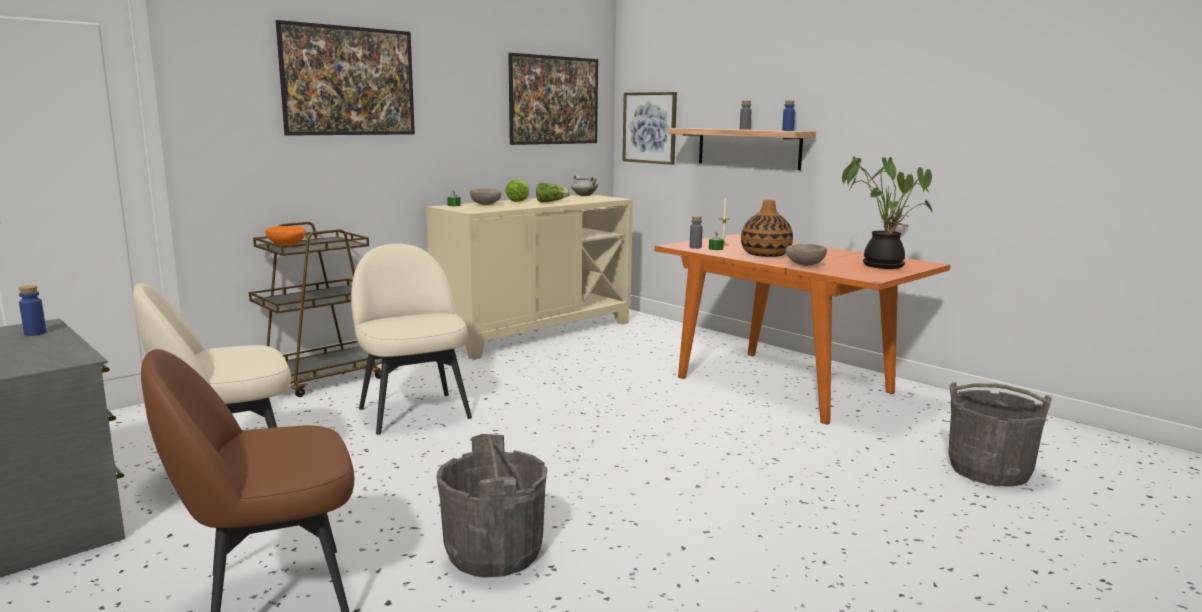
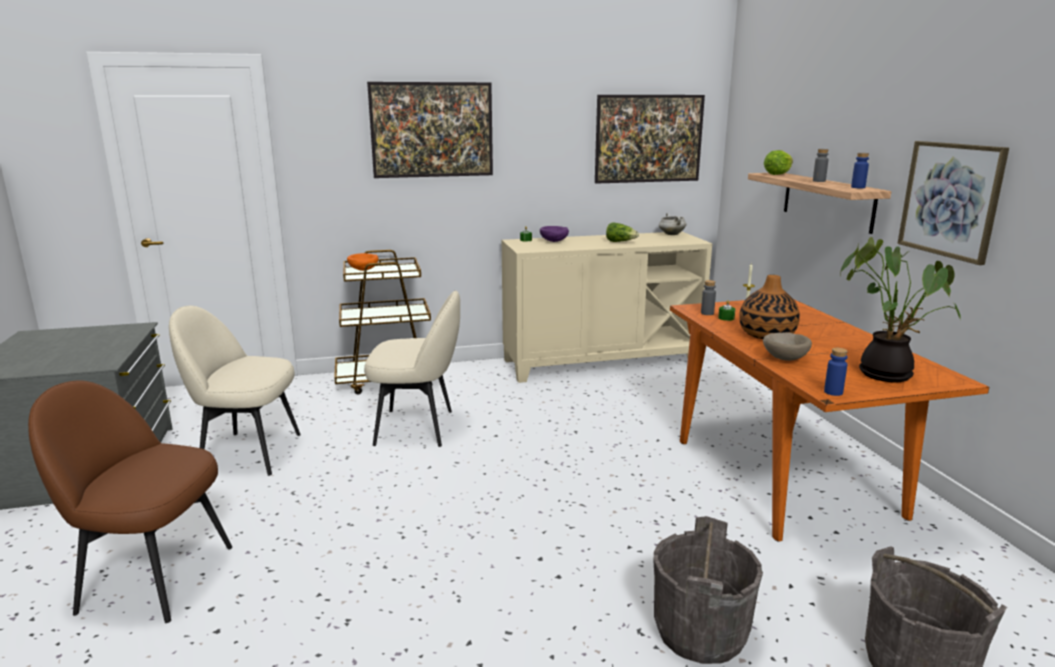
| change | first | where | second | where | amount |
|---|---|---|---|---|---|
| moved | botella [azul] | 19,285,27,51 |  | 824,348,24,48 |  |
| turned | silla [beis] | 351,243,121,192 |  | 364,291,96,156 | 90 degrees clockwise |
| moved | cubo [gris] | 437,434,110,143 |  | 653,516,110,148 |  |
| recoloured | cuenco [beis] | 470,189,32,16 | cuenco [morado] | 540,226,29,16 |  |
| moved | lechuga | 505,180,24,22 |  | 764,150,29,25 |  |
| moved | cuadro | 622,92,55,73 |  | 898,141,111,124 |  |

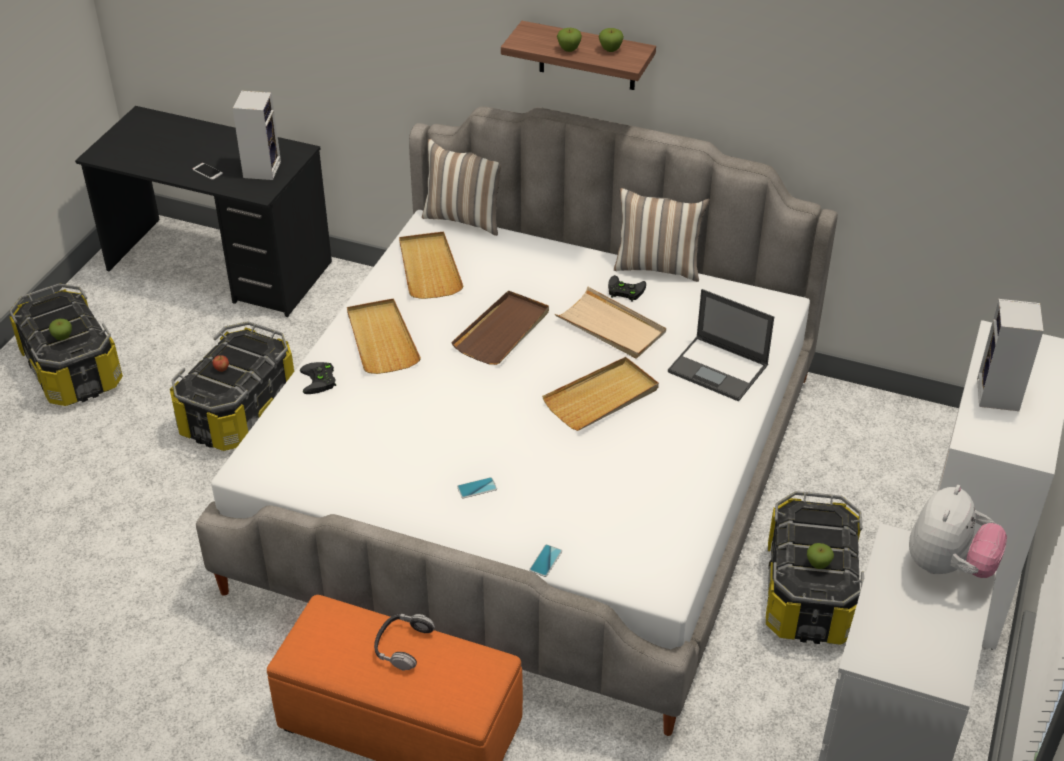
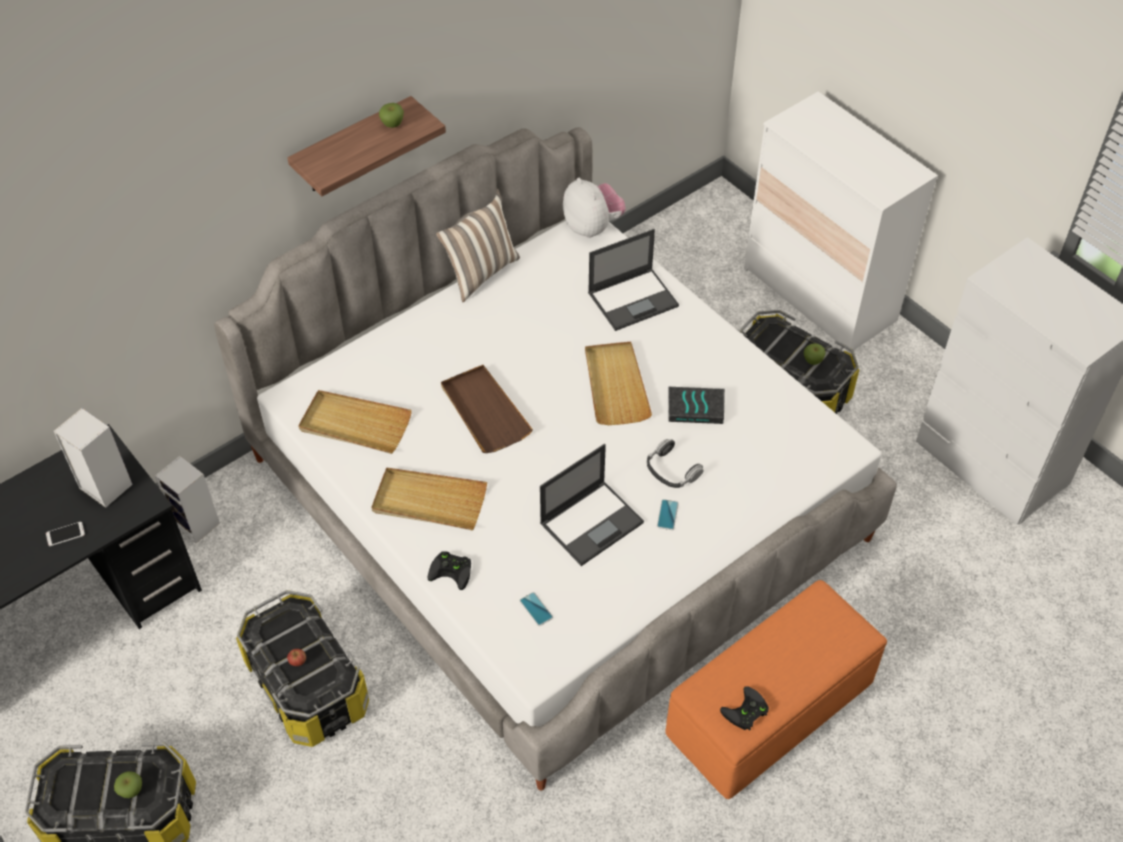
| change | first | where | second | where | amount |
|---|---|---|---|---|---|
| moved | auriculares | 374,614,61,57 |  | 647,439,57,49 |  |
| removed | cojín | 422,139,79,97 |  |  |  |
| moved | móvil | 529,544,33,33 |  | 519,592,34,34 |  |
| removed | bandeja [beis] | 555,287,111,71 |  |  |  |
| removed | manzana | 557,28,25,24 |  |  |  |
| moved | mando de consola [negro] | 608,275,38,27 |  | 720,686,49,45 |  |
| moved | peluche | 909,485,98,93 |  | 563,178,63,60 |  |
| moved | altavoz | 977,299,66,112 |  | 155,456,65,87 |  |
| added |  |  | portátil | 540,444,104,122 |  |
| added |  |  | libro | 668,387,57,37 |  |

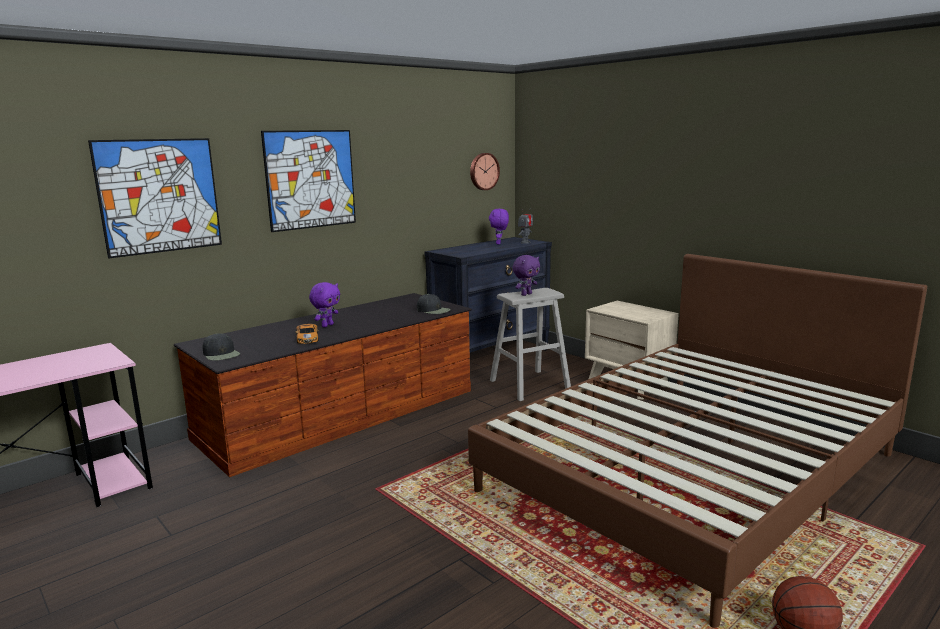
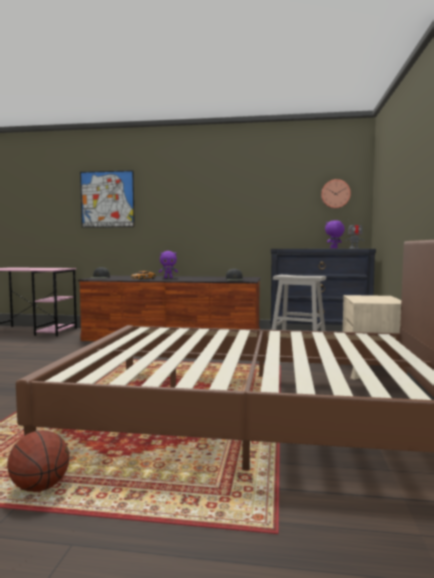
| change | first | where | second | where | amount |
|---|---|---|---|---|---|
| removed | cuadro | 261,130,95,102 |  |  |  |
| removed | peluche [morado] | 513,255,27,41 |  |  |  |

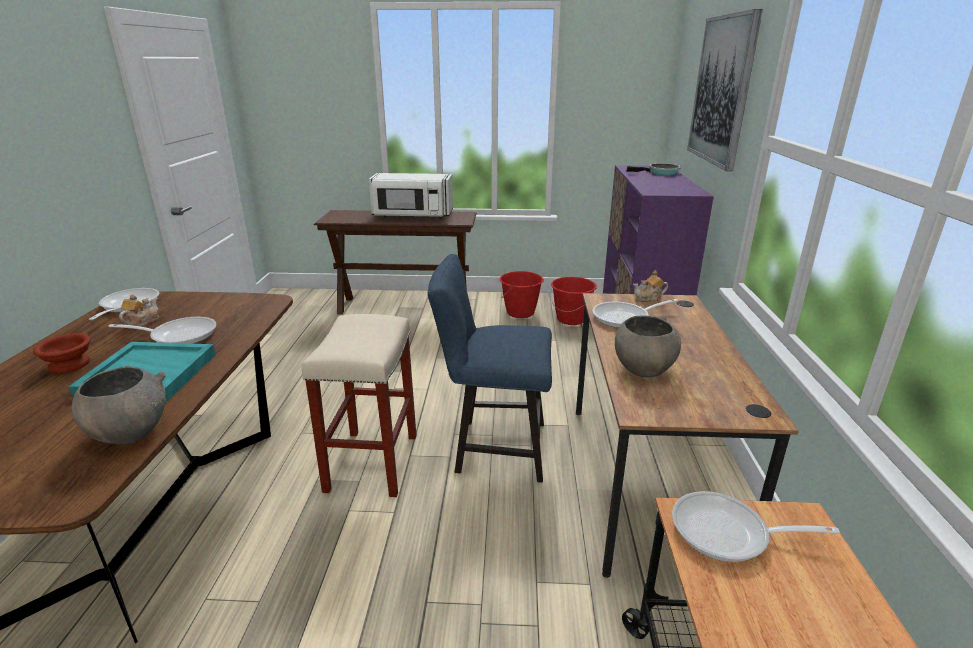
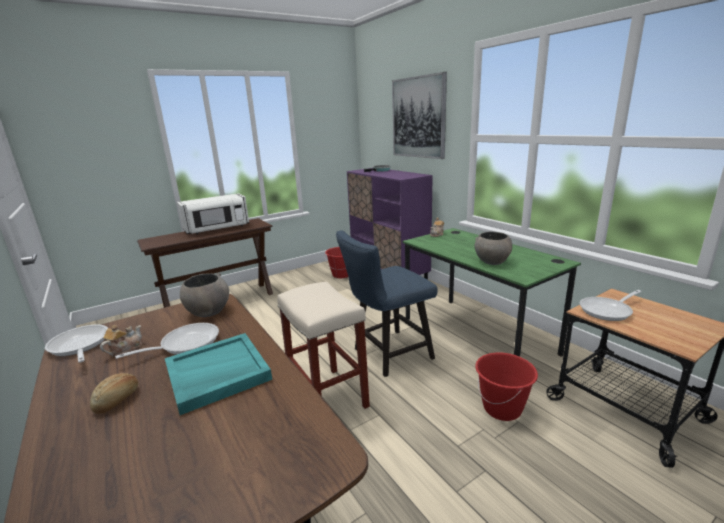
| change | first | where | second | where | amount |
|---|---|---|---|---|---|
| replaced | cuenco [marrón] | 33,333,58,41 | pan | 90,373,48,41 |  |
| moved | cuenco [gris] | 72,366,94,78 |  | 180,273,49,44 |  |
| turned | tetera | 119,295,40,32 |  | 100,325,42,32 | 45 degrees clockwise |
| moved | cubo [rojo] | 499,271,45,47 |  | 475,352,63,69 |  |
| recoloured | escritorio [marrón] | 576,293,223,285 | escritorio [verde] | 402,228,179,129 |  |
| removed | sartén | 592,299,86,29 |  |  |  |

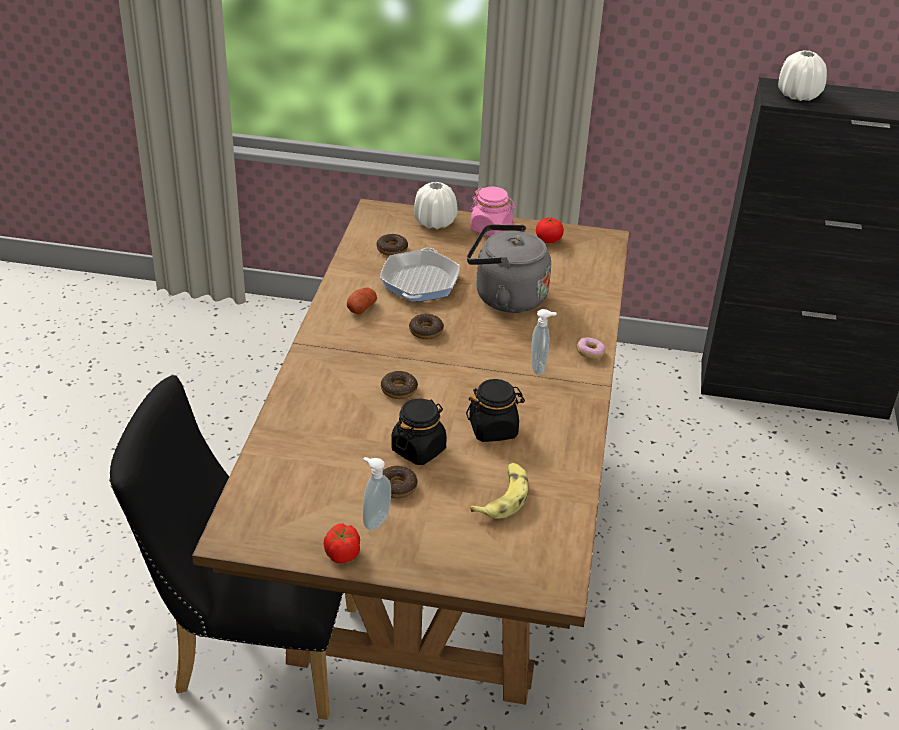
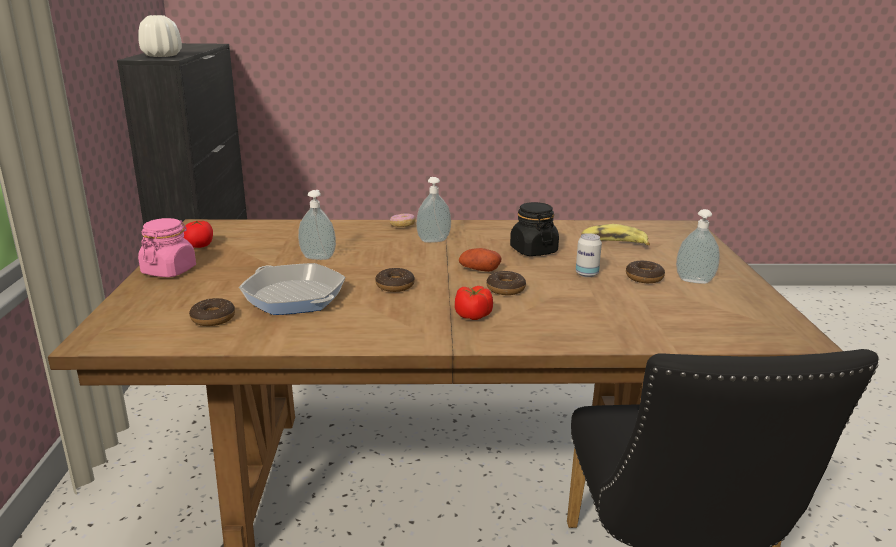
| change | first | where | second | where | amount |
|---|---|---|---|---|---|
| moved | tomate | 324,523,36,41 |  | 455,286,38,34 |  |
| moved | patata | 347,287,30,27 |  | 459,248,42,24 |  |
| turned | sartén | 380,248,80,54 |  | 239,263,107,52 | 135 degrees counterclockwise |
| replaced | tarro [negro] | 391,399,56,66 | lata | 576,233,26,44 |  |
| removed | florero [blanco] | 414,182,44,47 |  |  |  |
| replaced | hervidor [gris] | 467,224,84,89 | dispensador de jabón | 298,190,38,70 |  |

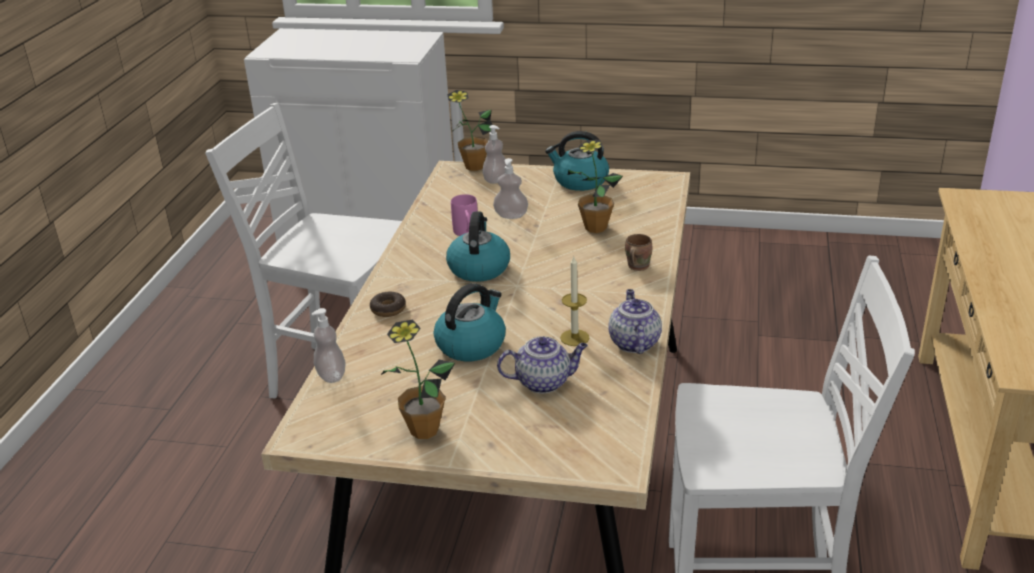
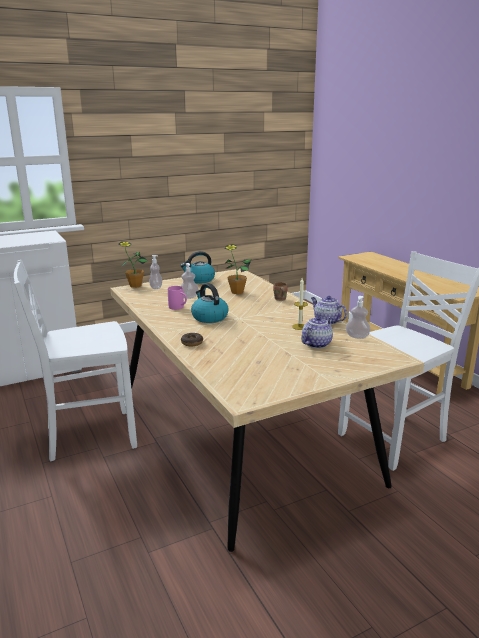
| change | first | where | second | where | amount |
|---|---|---|---|---|---|
| moved | dispensador de jabón | 312,308,33,75 |  | 346,296,25,43 |  |
| removed | planta en maceta | 381,319,74,120 |  |  |  |
| removed | hervidor | 434,283,72,78 |  |  |  |

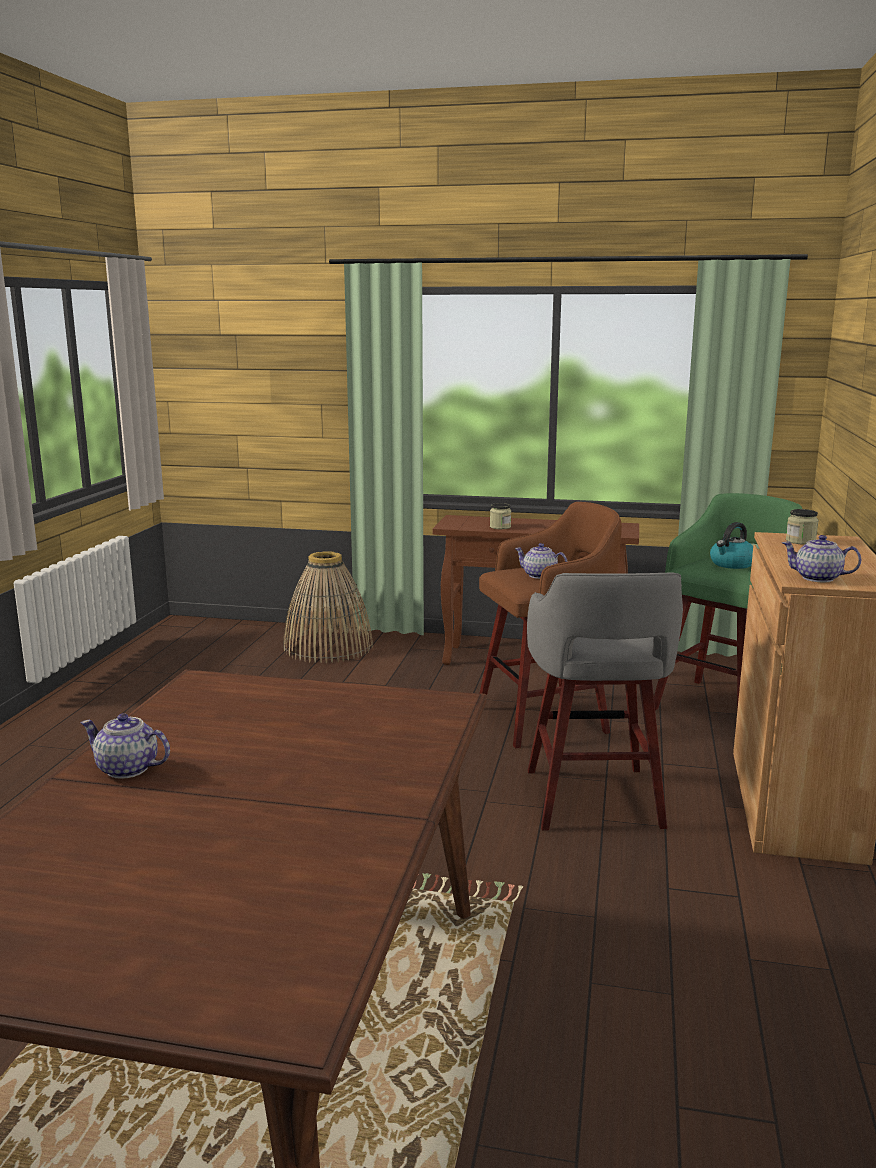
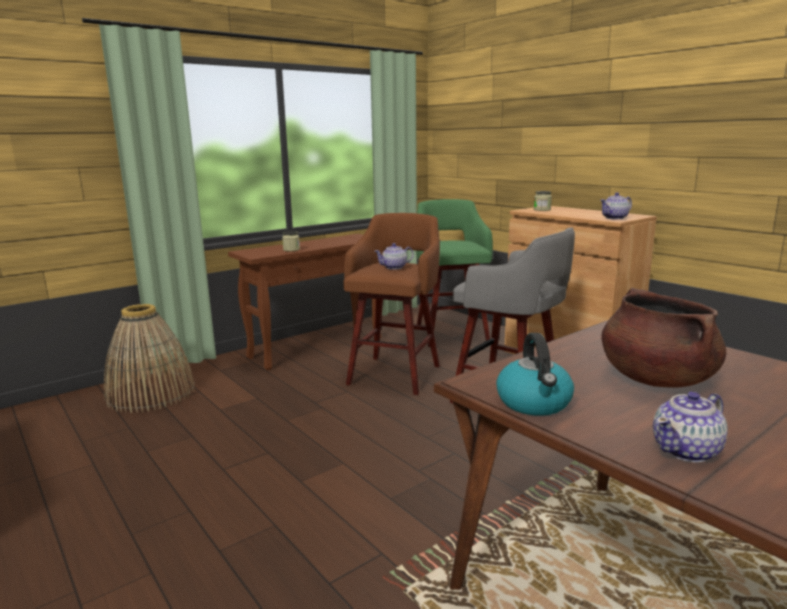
| change | first | where | second | where | amount |
|---|---|---|---|---|---|
| moved | hervidor | 710,522,43,47 |  | 496,333,78,83 |  |
| added |  |  | olla [marrón] | 601,288,125,100 |  |

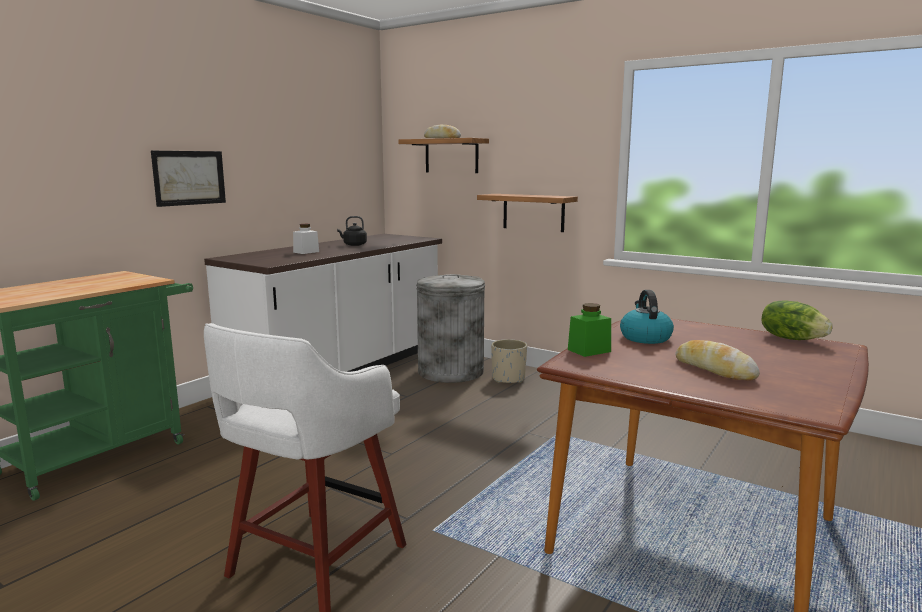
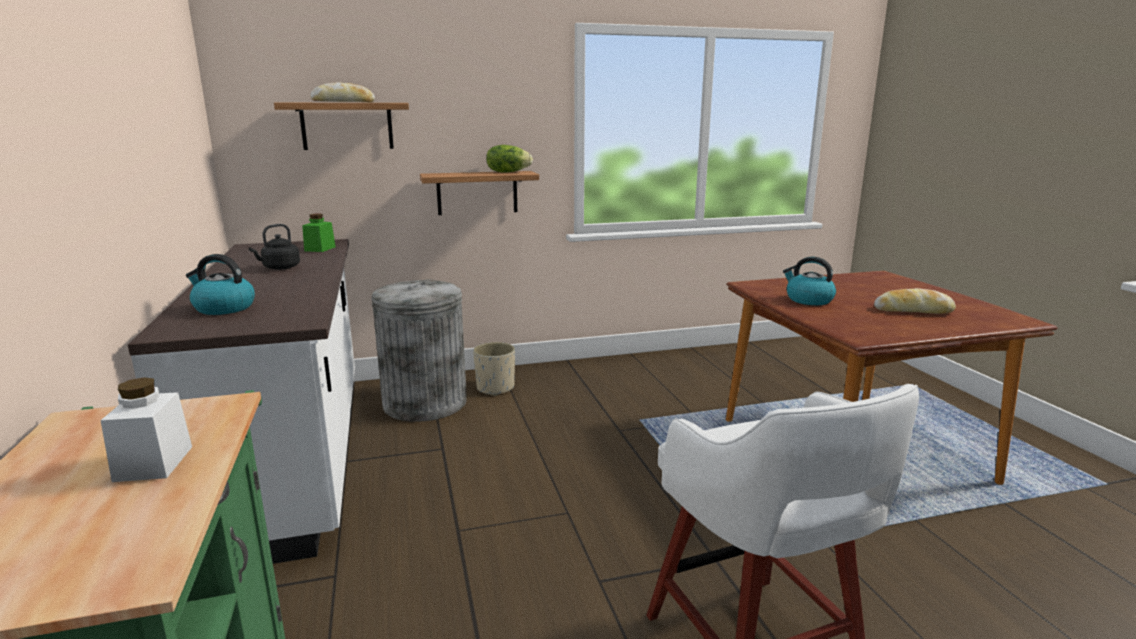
| change | first | where | second | where | amount |
|---|---|---|---|---|---|
| removed | cuadro | 151,151,75,56 |  |  |  |
| moved | tarro [blanco] | 293,224,26,30 |  | 100,378,92,104 |  |
| moved | tarro [verde] | 568,303,43,54 |  | 302,214,34,38 |  |
| moved | lechuga | 762,301,71,39 |  | 486,145,47,28 |  |
| added |  |  | hervidor | 186,254,69,61 |  |

